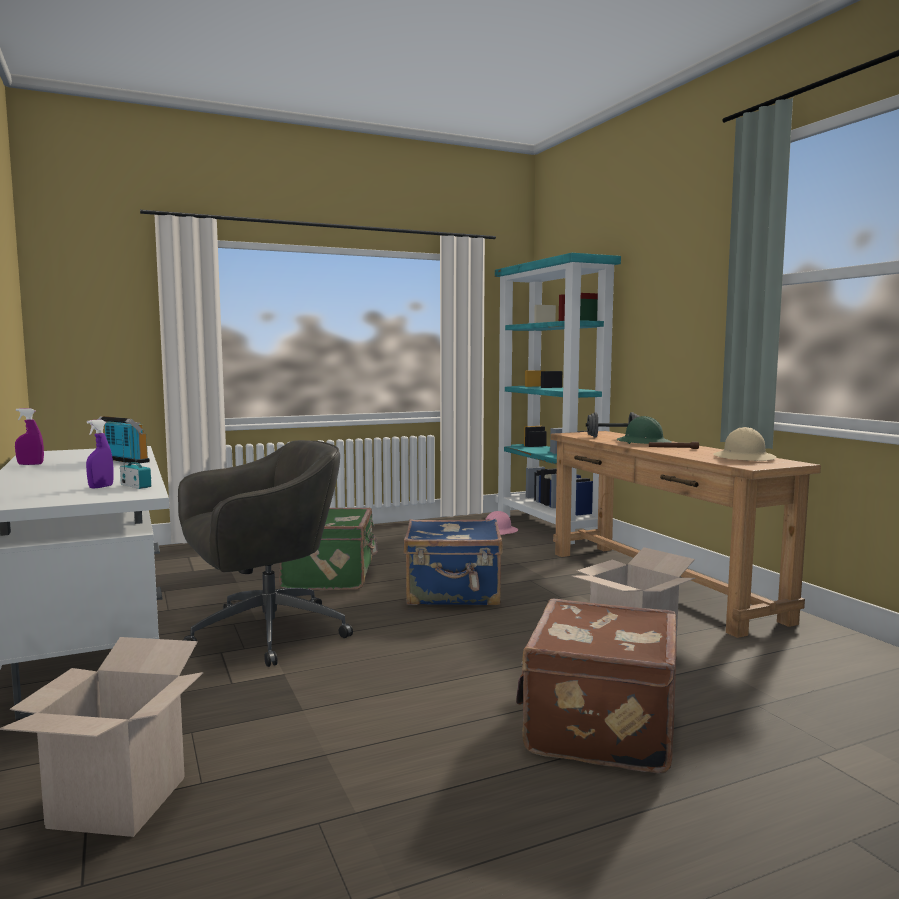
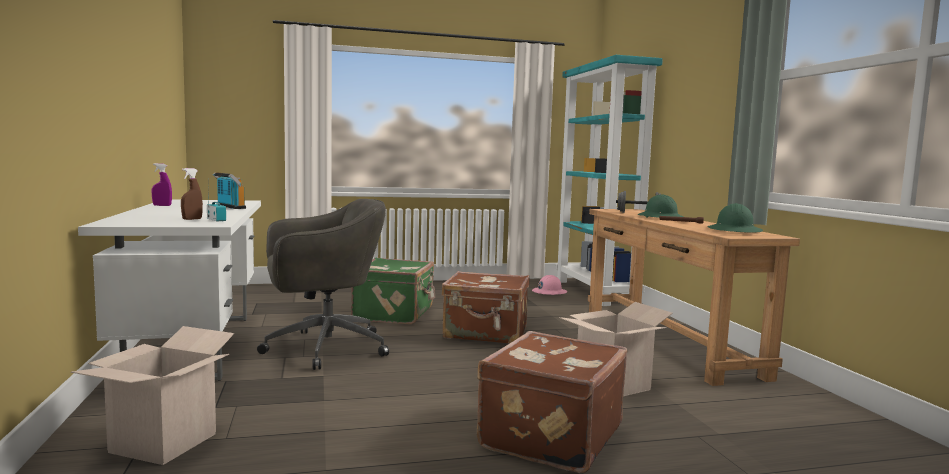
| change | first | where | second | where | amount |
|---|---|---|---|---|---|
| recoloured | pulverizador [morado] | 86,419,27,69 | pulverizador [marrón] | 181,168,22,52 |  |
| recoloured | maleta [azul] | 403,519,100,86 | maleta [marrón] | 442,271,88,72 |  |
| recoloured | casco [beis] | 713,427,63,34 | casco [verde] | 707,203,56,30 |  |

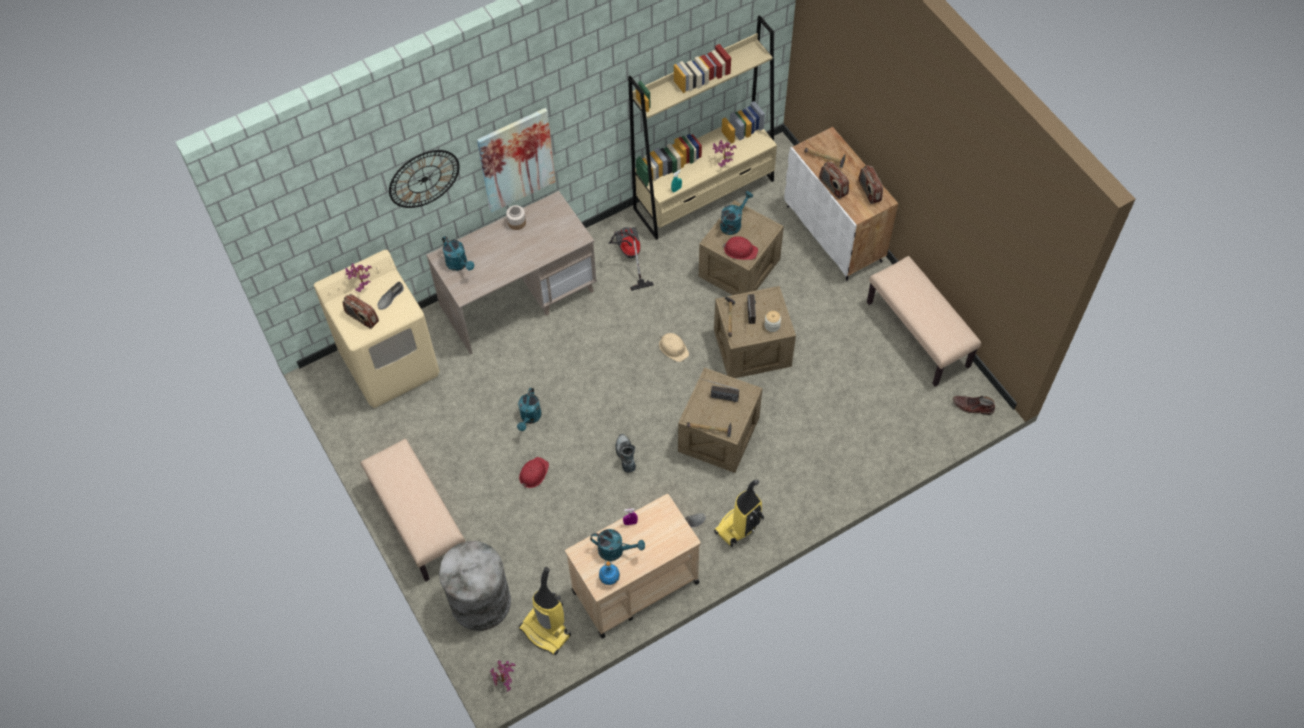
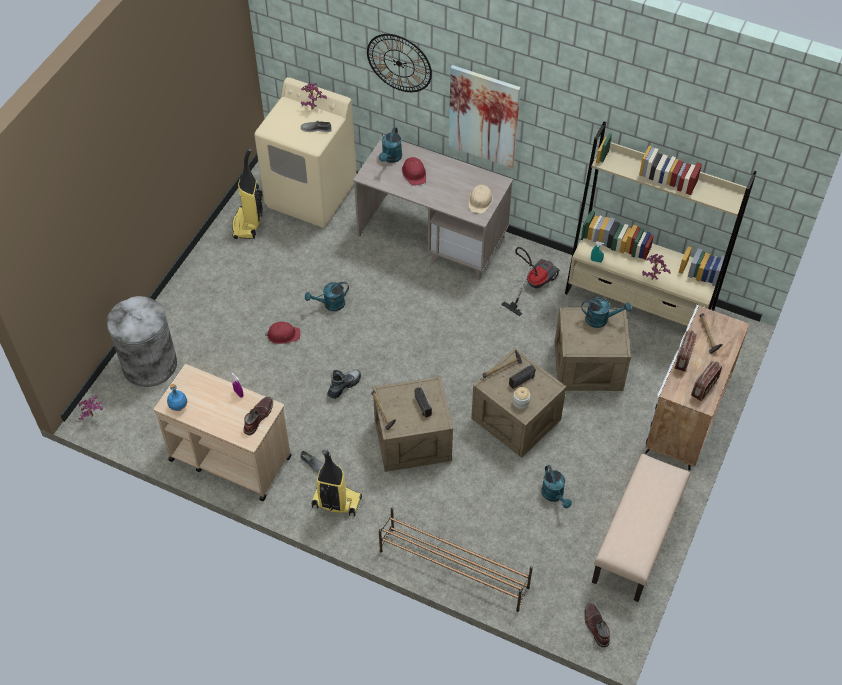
| change | first | where | second | where | amount |
|---|---|---|---|---|---|
| removed | radio | 343,294,36,35 |  |  |  |
| removed | banco [beis] | 361,439,104,142 |  |  |  |
| removed | tarro | 506,205,20,25 |  |  |  |
| moved | aspiradora | 519,567,52,88 |  | 232,148,31,91 |  |
| moved | regadera [turquesa] | 590,529,55,32 |  | 541,465,31,43 |  |
| moved | casco [beis] | 659,333,30,29 |  | 469,185,24,29 |  |
| moved | casco [rojo] | 722,236,36,24 |  | 402,157,24,29 |  |
| added |  |  | bota [marrón] | 243,396,30,39 |  |
| added |  |  | zapatero [marrón] | 379,508,154,104 |  |

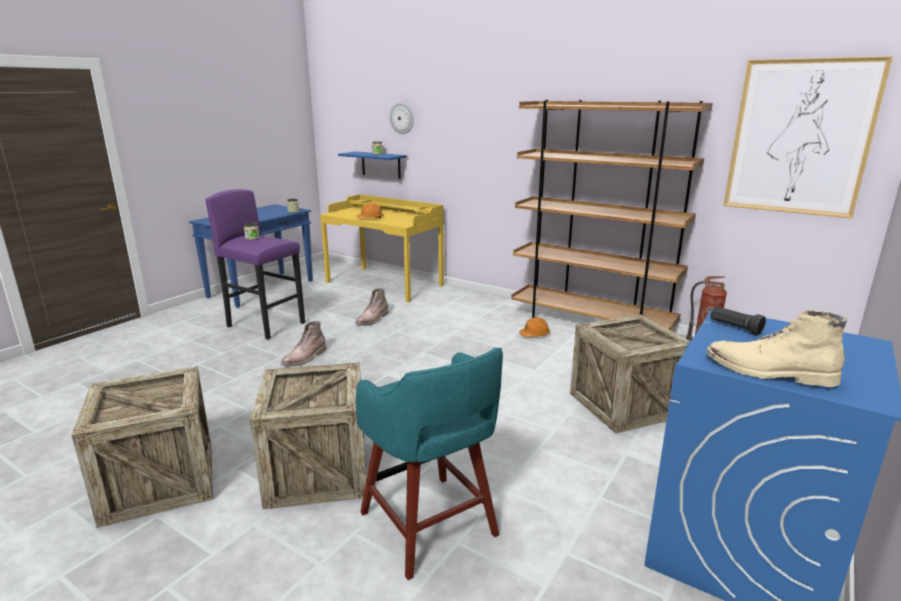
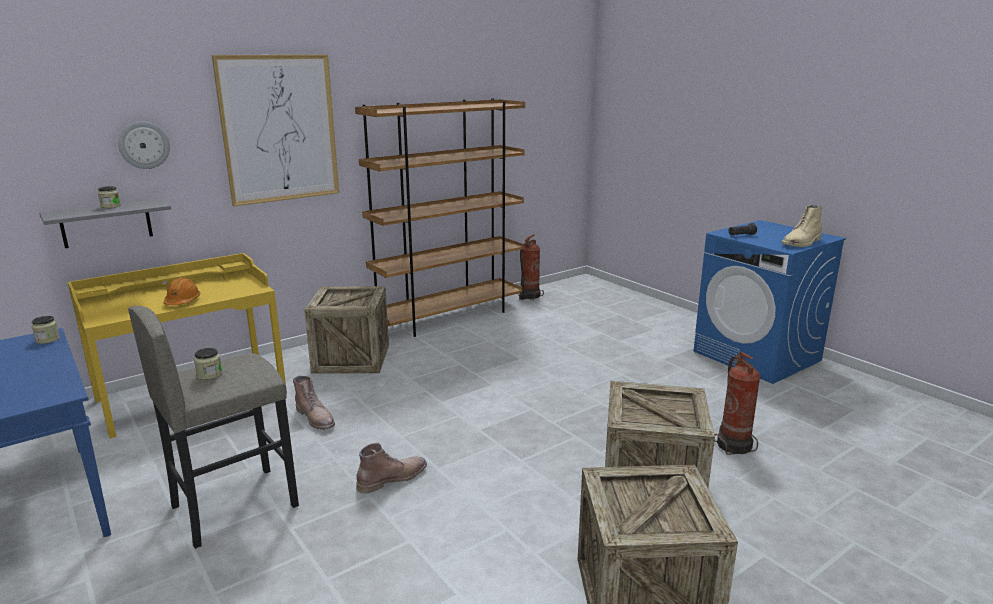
| change | first | where | second | where | amount |
|---|---|---|---|---|---|
| recoloured | taburete [morado] | 206,189,99,150 | taburete [gris] | 128,306,171,243 |  |
| turned | bota [marrón] | 281,321,46,46 |  | 356,443,71,51 | 90 degrees counterclockwise |
| recoloured | estante [azul] | 338,151,69,28 | estante [gris] | 39,199,132,49 |  |
| replaced | taburete [turquesa] | 356,347,147,233 | extintor | 714,352,47,103 |  |
| removed | casco [naranja] | 519,317,31,20 |  |  |  |
| moved | caja de embalaje | 570,314,121,120 |  | 304,286,85,88 |  |
| moved | cuadro | 723,56,170,162 |  | 212,55,127,151 |  |

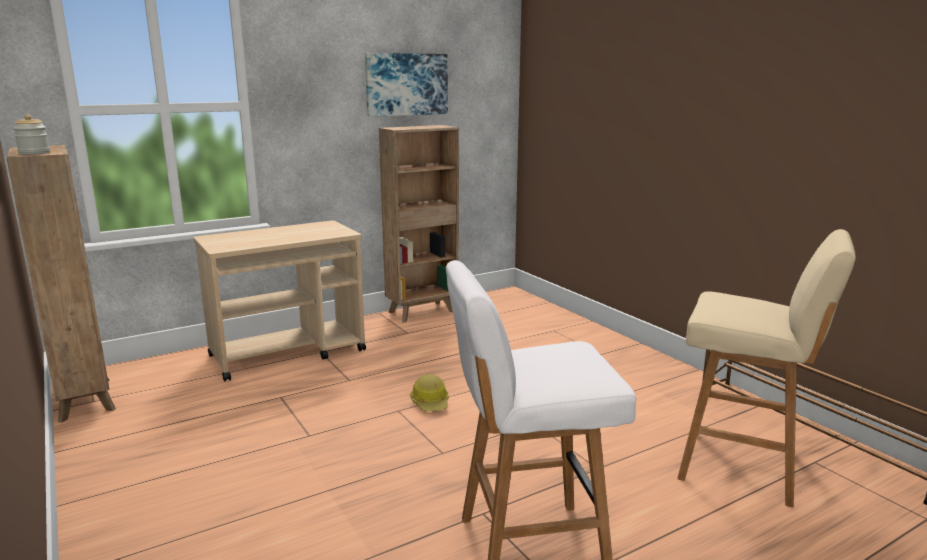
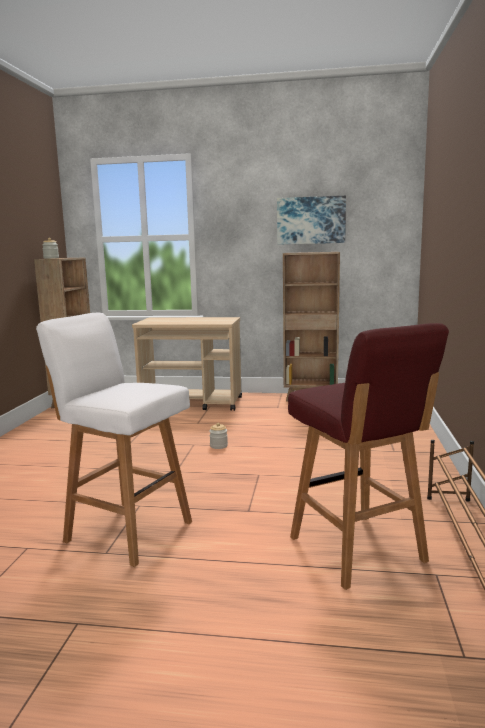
| change | first | where | second | where | amount |
|---|---|---|---|---|---|
| replaced | casco | 410,374,39,37 | tarro | 209,423,19,26 |  |
| recoloured | taburete [beis] | 677,229,179,279 | taburete [rojo] | 288,323,161,267 |  |

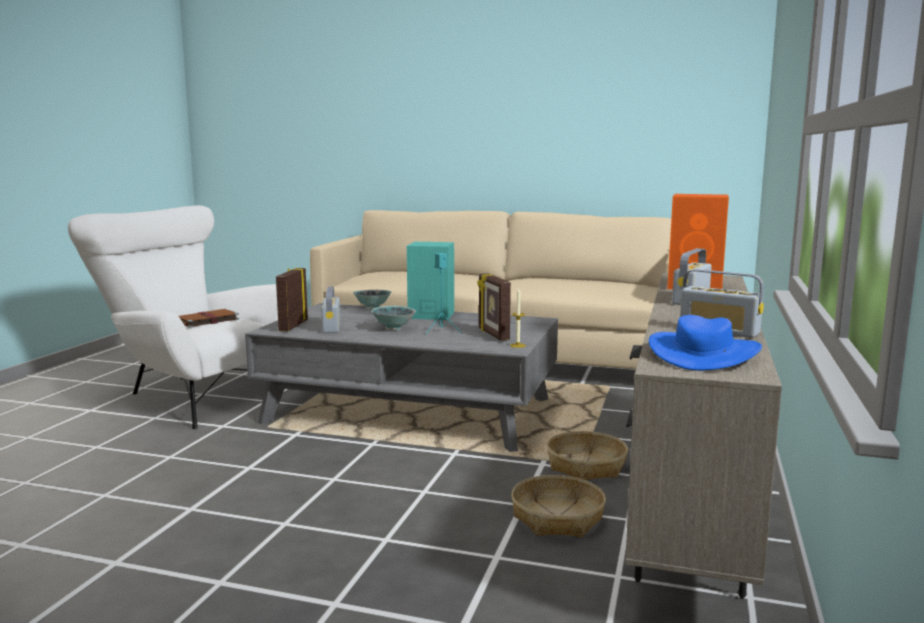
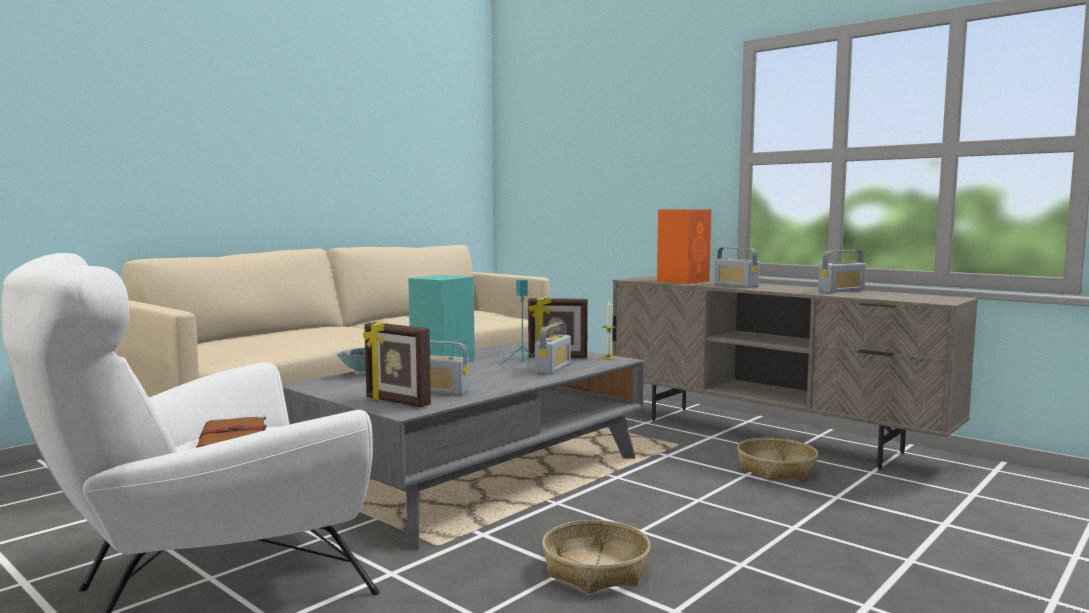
| change | first | where | second | where | amount |
|---|---|---|---|---|---|
| removed | cuenco | 371,306,45,24 |  |  |  |
| moved | cesta | 547,431,81,49 |  | 542,520,108,73 |  |
| removed | sombrero [azul] | 649,315,113,56 |  |  |  |
| added |  |  | radio | 535,322,36,52 |  |

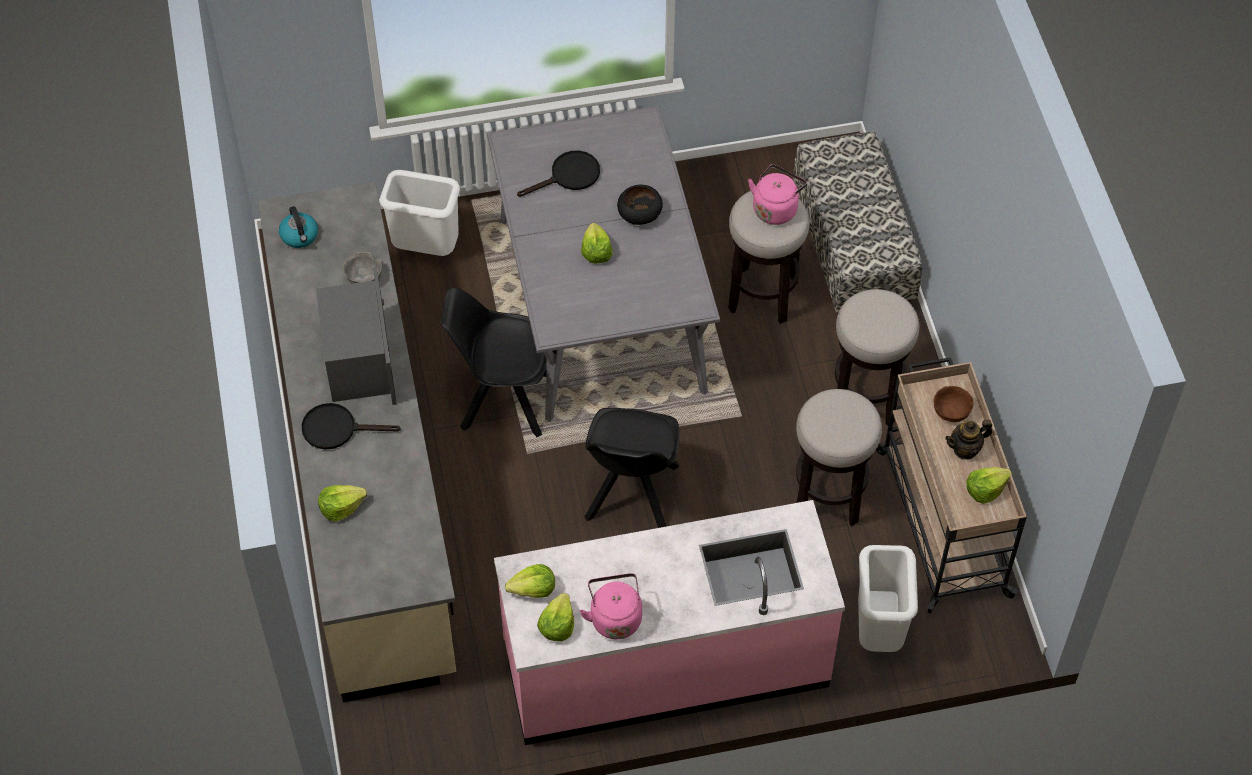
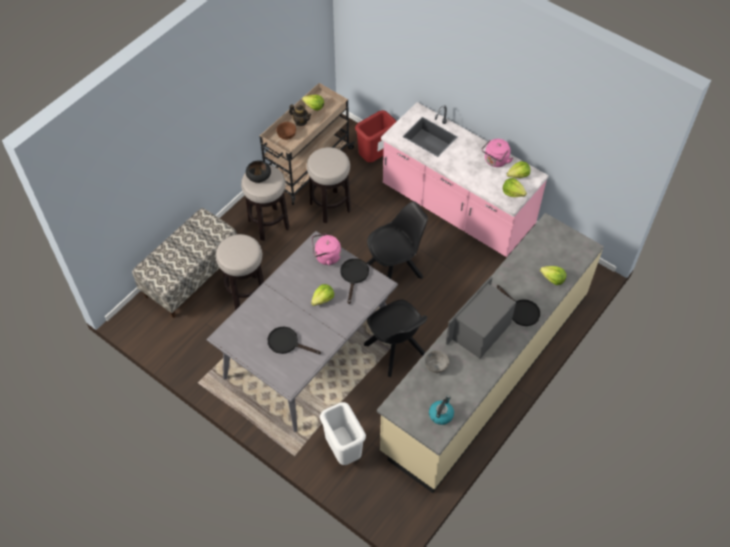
| change | first | where | second | where | amount |
|---|---|---|---|---|---|
| moved | cuenco [negro] | 617,185,46,40 |  | 246,160,25,23 |  |
| moved | hervidor [rosa] | 748,164,59,61 |  | 312,233,29,32 |  |
| recoloured | papelera [blanco] | 858,545,60,107 | papelera [rojo] | 355,110,42,52 |  |
| added |  |  | sartén [negro] | 341,258,28,46 |  |

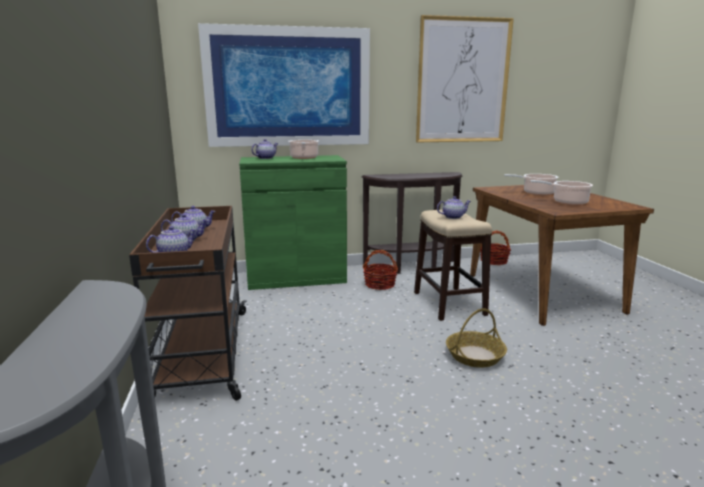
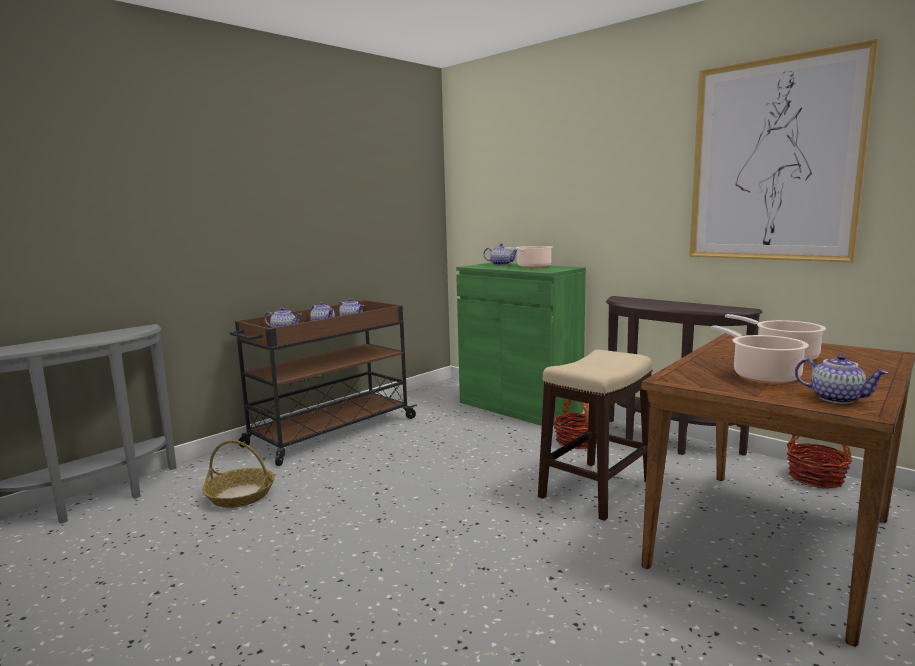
| change | first | where | second | where | amount |
|---|---|---|---|---|---|
| removed | cuadro | 198,23,172,124 |  |  |  |
| moved | tetera | 437,196,34,23 |  | 795,354,93,50 |  |
| moved | cesta | 446,308,61,60 |  | 202,440,73,68 |  |

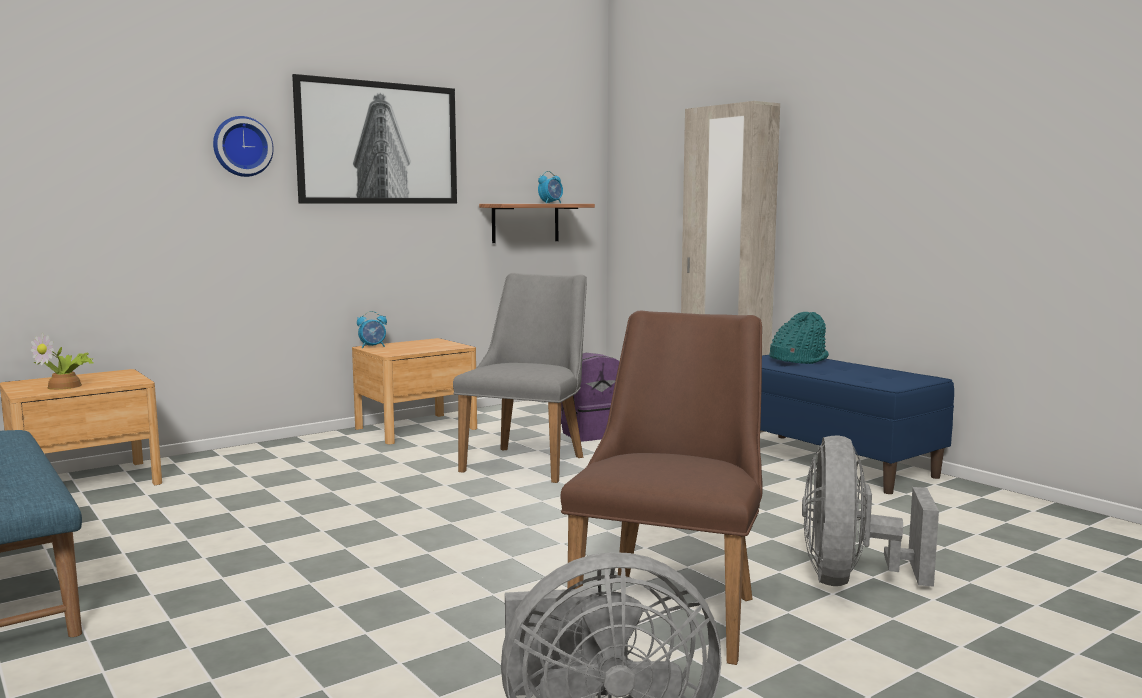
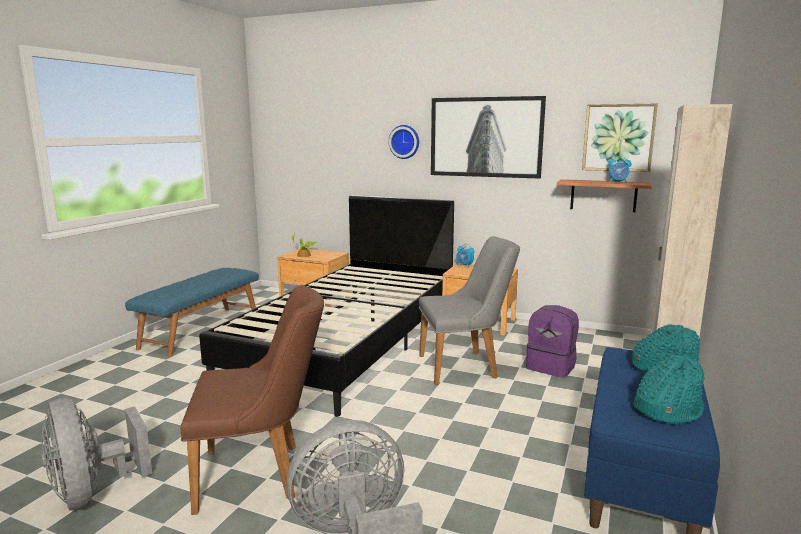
| change | first | where | second | where | amount |
|---|---|---|---|---|---|
| added |  |  | cama [negro] | 199,195,255,222 |  |
| added |  |  | cuadro | 582,104,76,68 |  |
| added |  |  | sombrero [turquesa] | 634,354,71,70 |  |

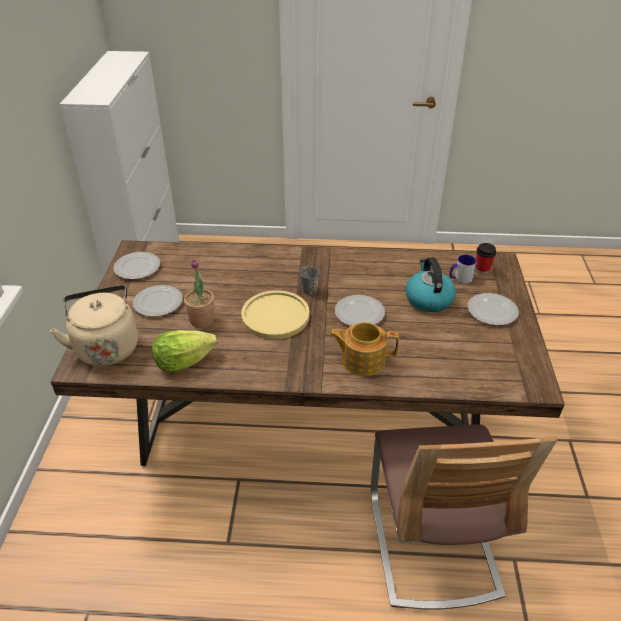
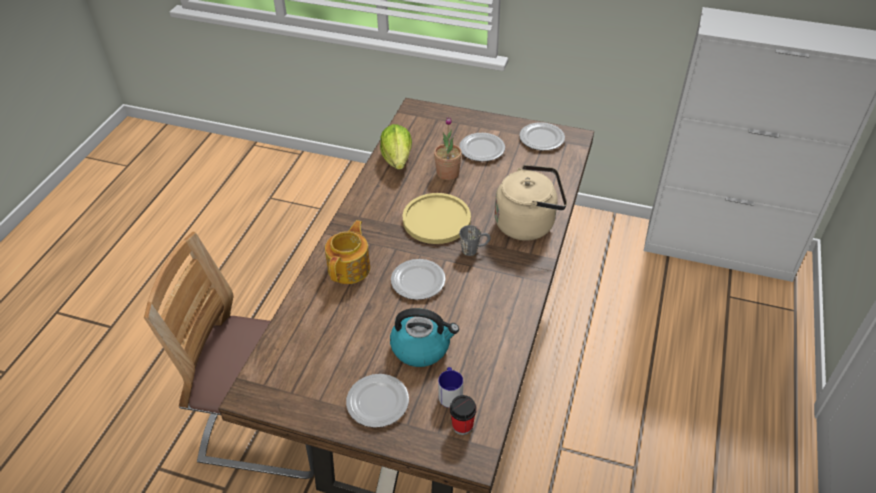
| change | first | where | second | where | amount |
|---|---|---|---|---|---|
| moved | hervidor [beis] | 50,285,88,81 |  | 495,165,72,76 |  |

